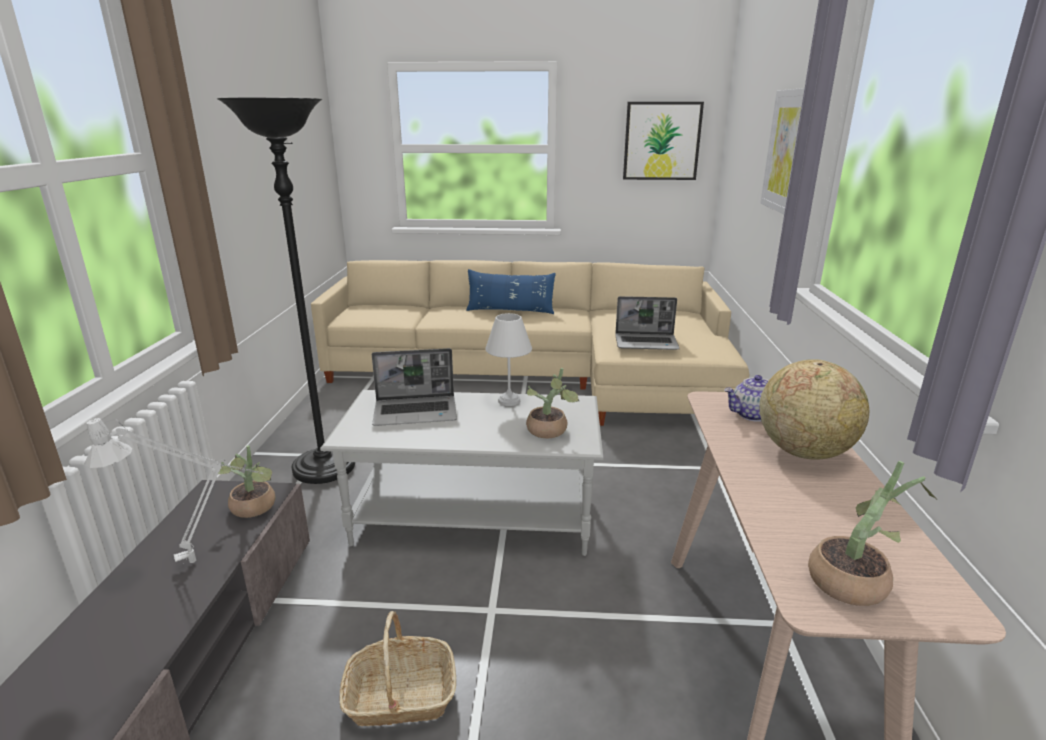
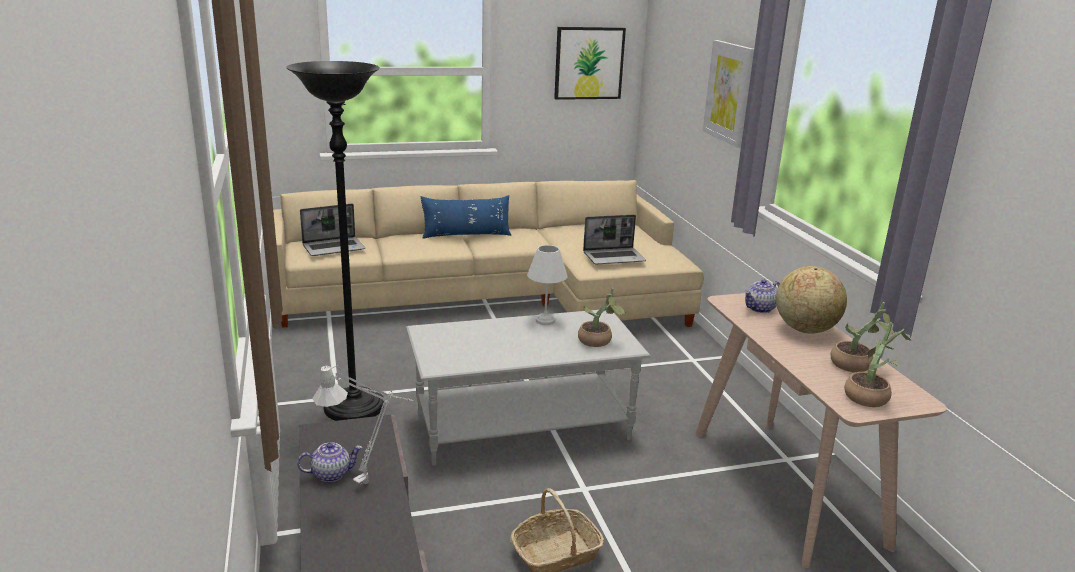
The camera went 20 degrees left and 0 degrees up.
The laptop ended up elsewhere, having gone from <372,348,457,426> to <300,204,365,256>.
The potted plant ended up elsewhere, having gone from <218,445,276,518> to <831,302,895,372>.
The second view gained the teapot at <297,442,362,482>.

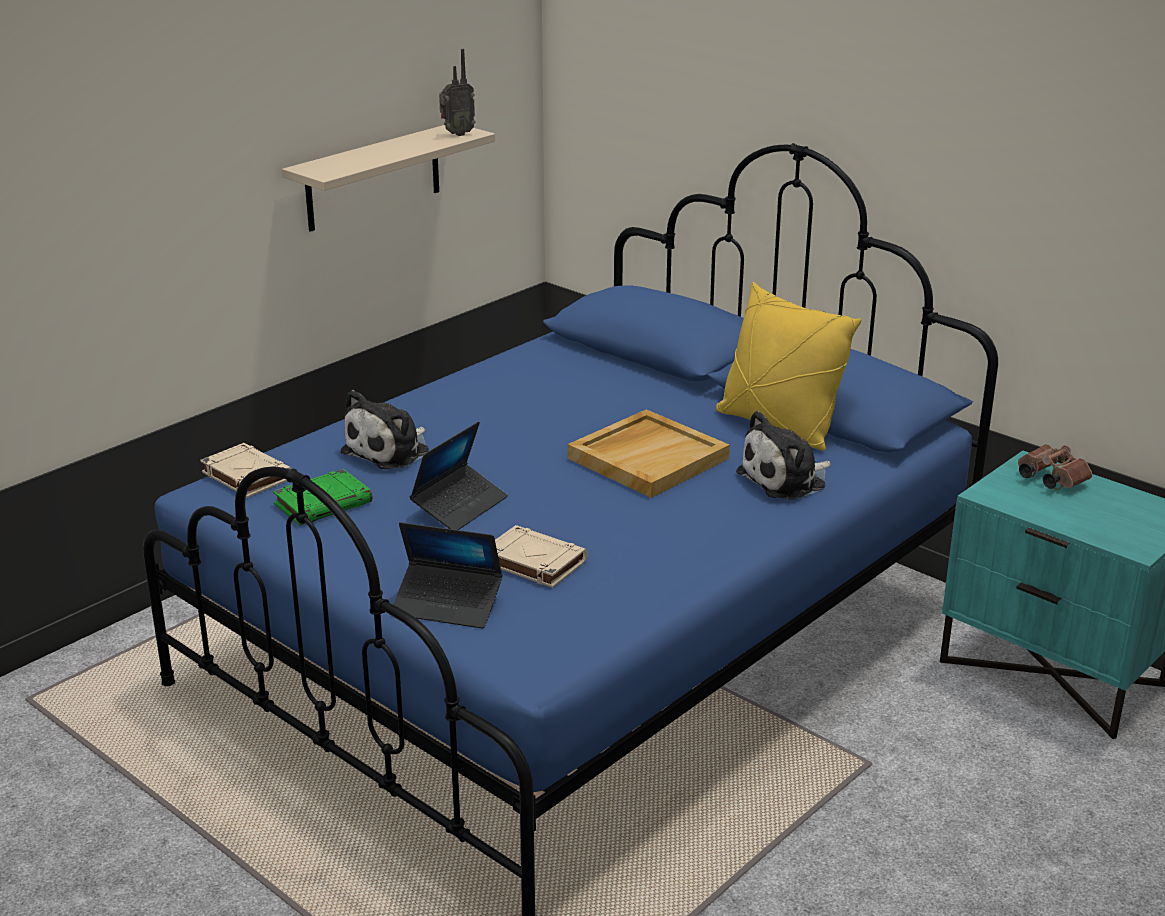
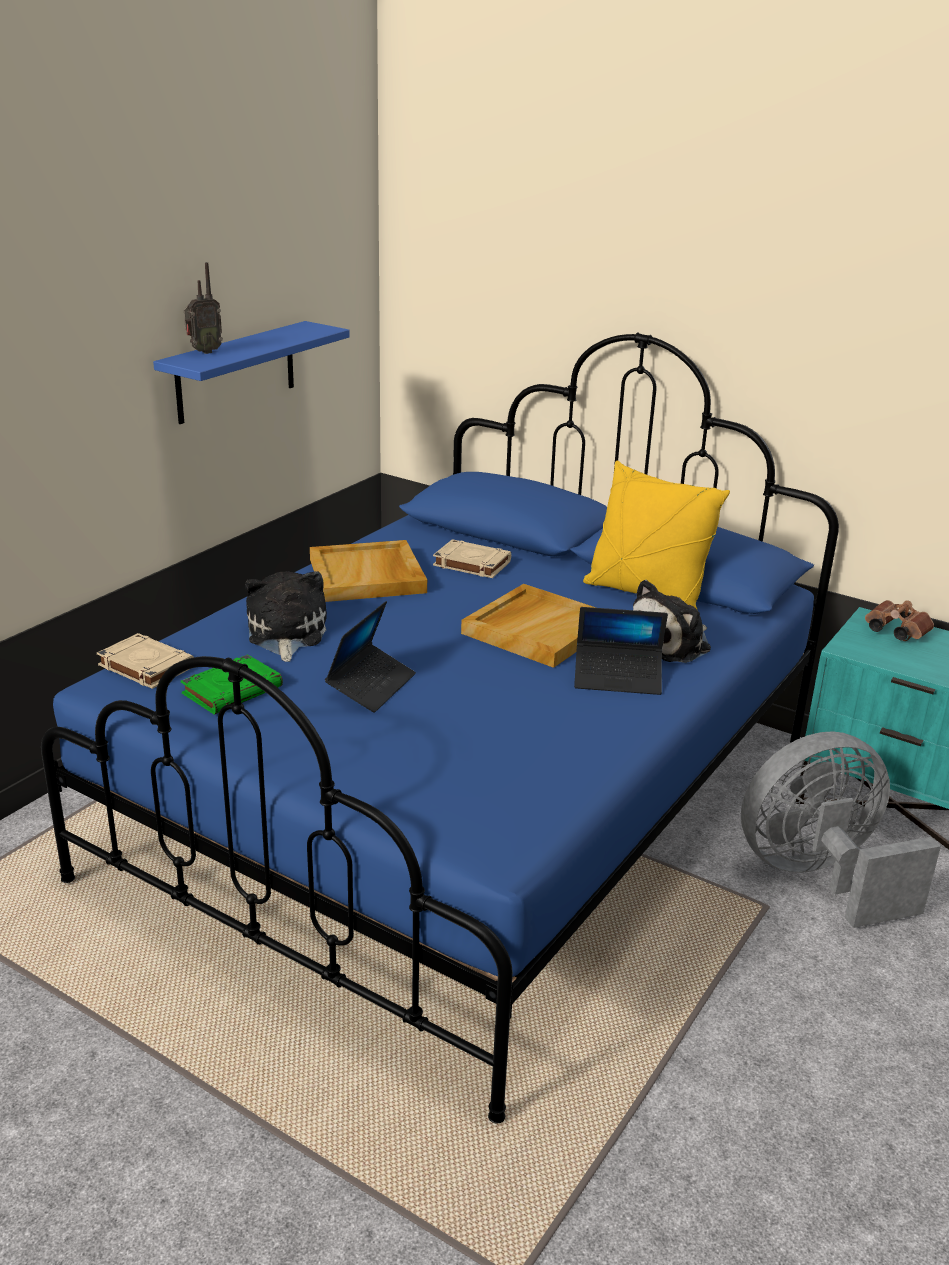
The camera went 10 degrees left and 0 degrees up.
The radio ended up elsewhere, having gone from <439,49,475,136> to <184,262,223,354>.
What was the shelf (beige) at <282,125,495,232> turned into the shelf (blue) at <153,321,350,424>.
The plush toy at <341,390,429,469> ended up facing another way, 150 degrees clockwise from before.
The laptop ended up elsewhere, having gone from <393,522,503,629> to <574,607,668,695>.
The book (beige) ended up elsewhere, having gone from <495,525,588,588> to <433,539,511,578>.
The second view gained the tray (beige) at <310,540,427,602>.
The second view gained the fan (grey) at <741,731,941,928>.

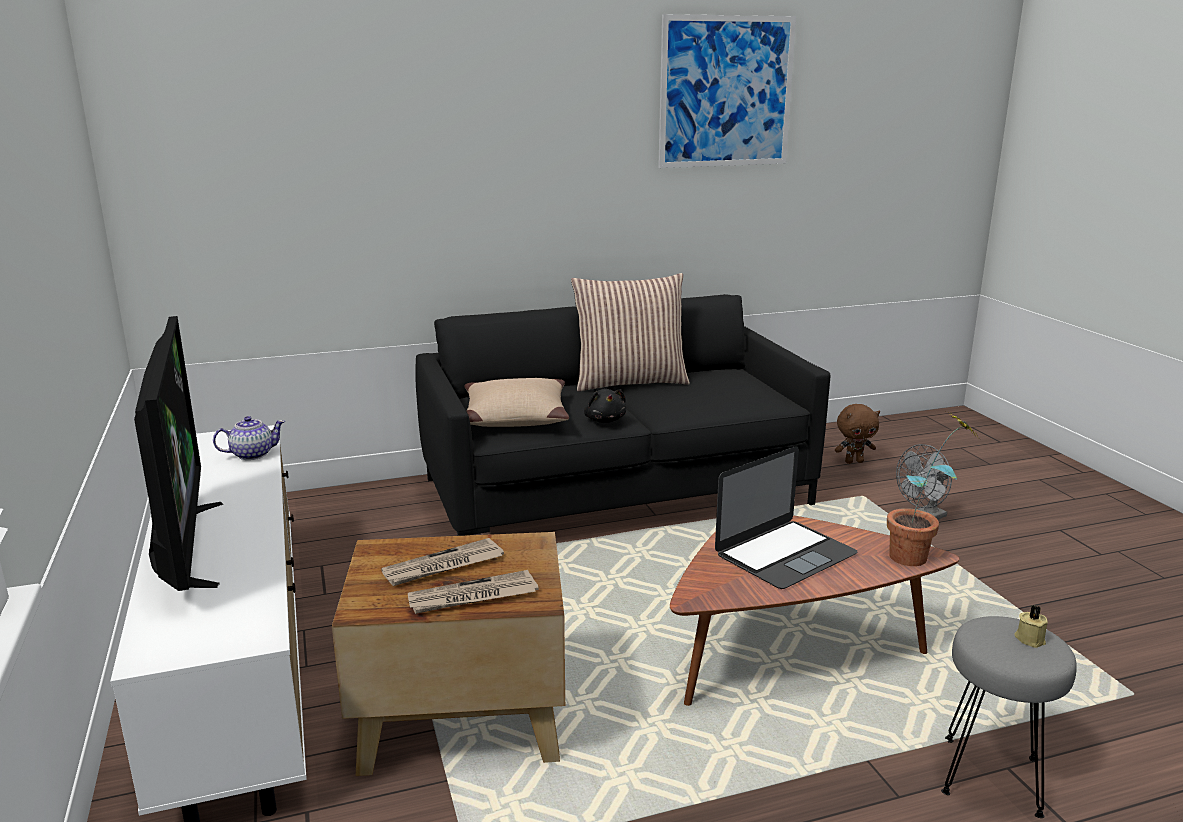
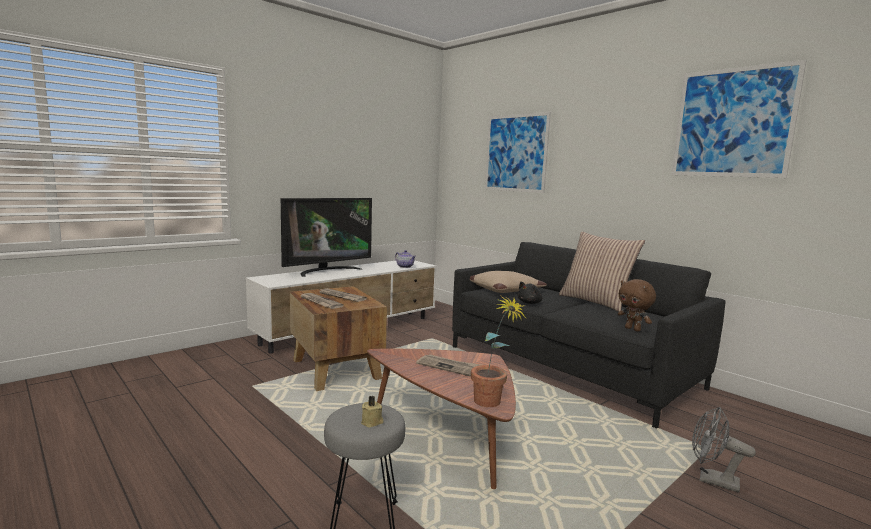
The camera went 65 degrees right and 10 degrees down.
The plush toy (brown) ended up elsewhere, having gone from <835,404,880,464> to <618,279,656,332>.
Where the laptop stood at <715,446,857,589>, the newspaper came to stand at <416,355,481,377>.
The second view gained the picture at <485,112,551,193>.

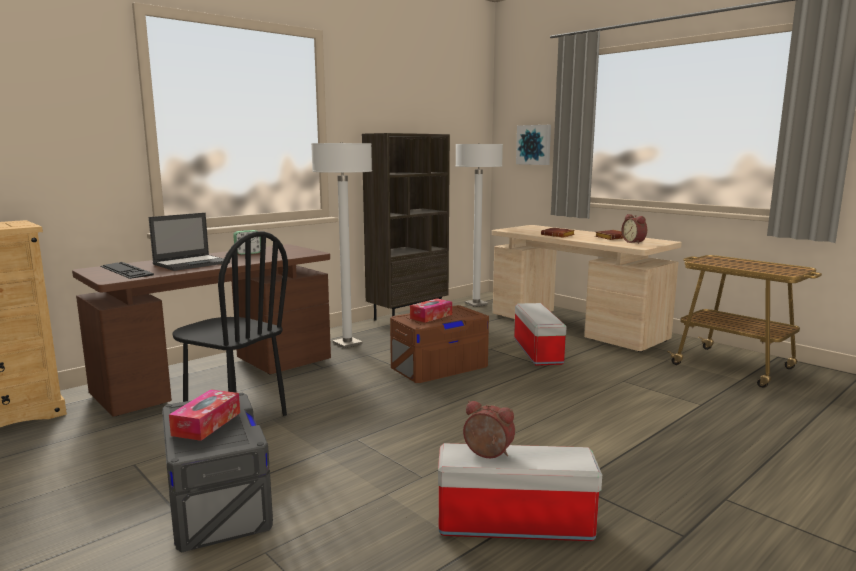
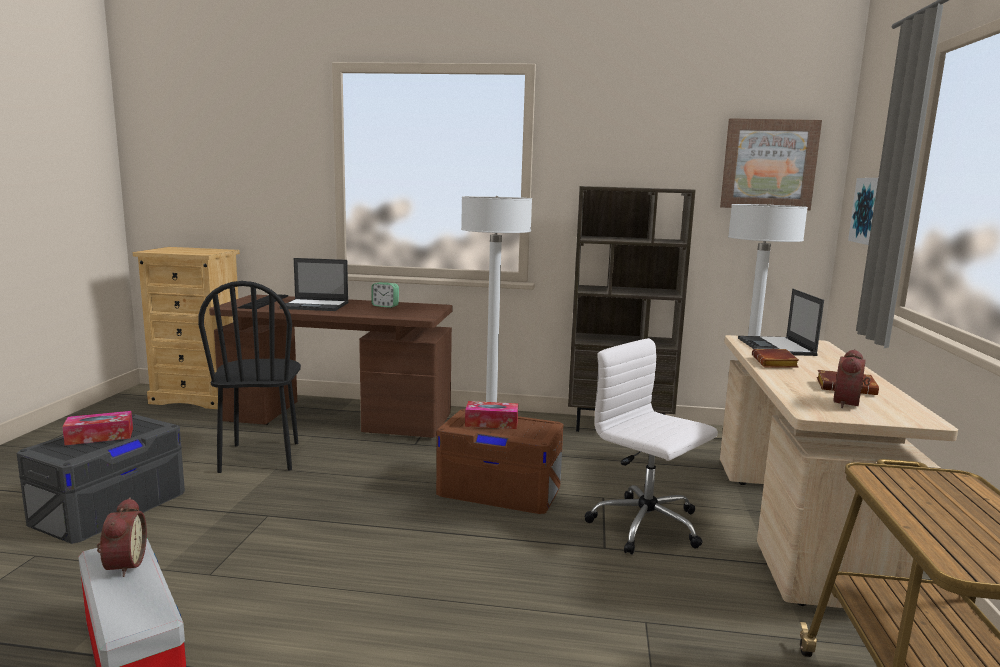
The camera went 50 degrees right and 0 degrees up.
Where the storage box stood at <514,303,567,365>, the office chair (white) came to stand at <585,338,718,555>.
The second view gained the picture at <720,118,822,210>.
The second view gained the laptop at <738,289,824,356>.

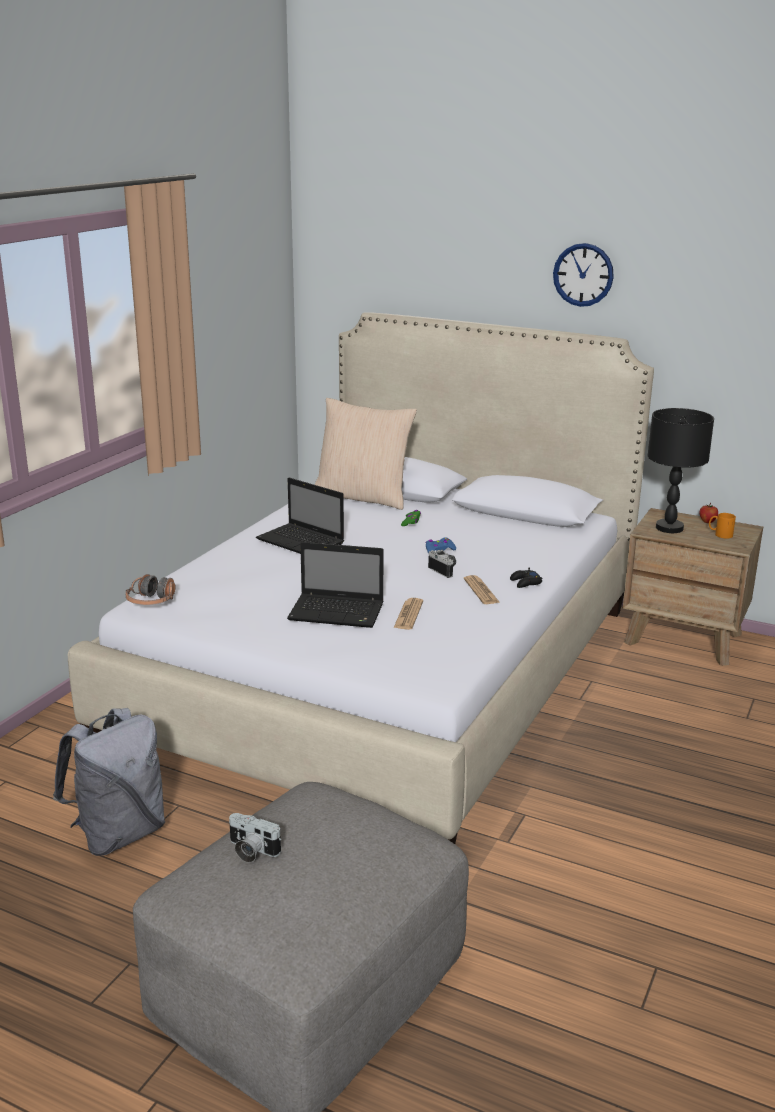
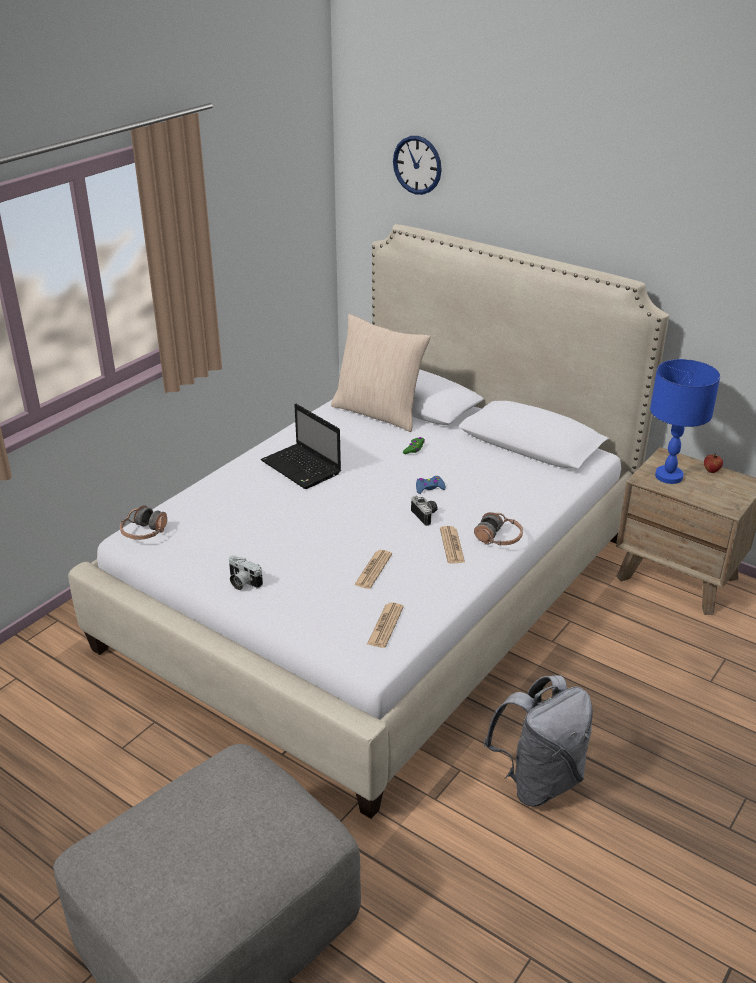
The camera went 10 degrees right and 10 degrees up.
The wall clock ended up elsewhere, having gone from <553,243,614,307> to <393,136,442,195>.
What was the table lamp (black) at <648,408,714,533> turned into the table lamp (blue) at <650,359,720,484>.
The second view lost the mug (orange) at <709,513,736,539>.
The second view lost the laptop at <287,542,384,628>.
Where the game controller (black) stood at <510,567,543,588>, the headphones came to stand at <474,512,523,545>.
The backpack (grey) ended up elsewhere, having gone from <53,708,165,856> to <483,675,593,807>.
The photo camera ended up elsewhere, having gone from <229,813,281,862> to <229,555,263,590>.
The second view gained the newspaper at <367,602,404,648>.

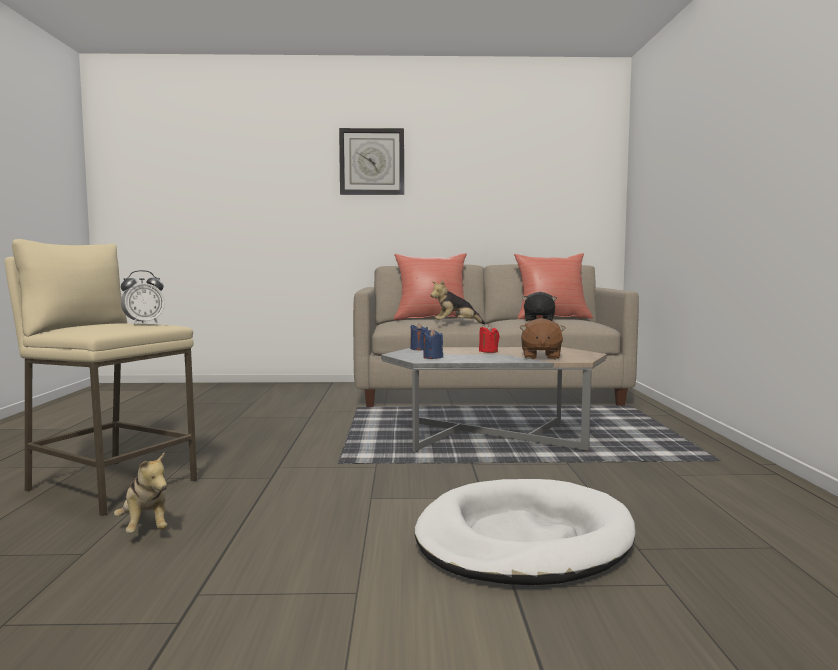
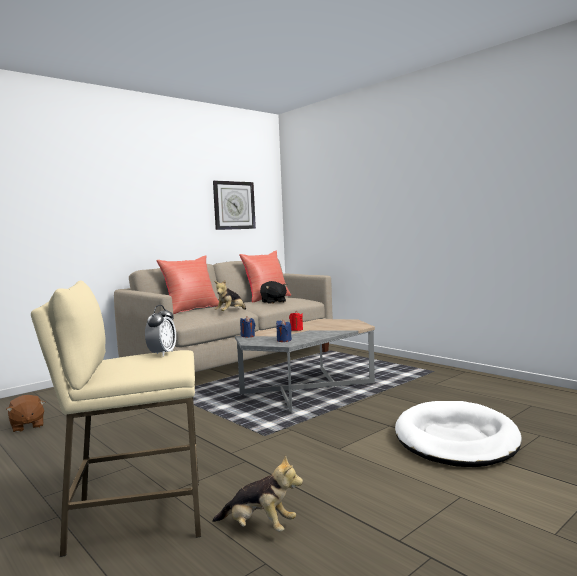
The camera went 40 degrees left and 0 degrees up.
The wall clock ended up elsewhere, having gone from <339,128,404,195> to <213,180,256,230>.
The plush toy (brown) ended up elsewhere, having gone from <520,318,566,360> to <6,395,45,432>.

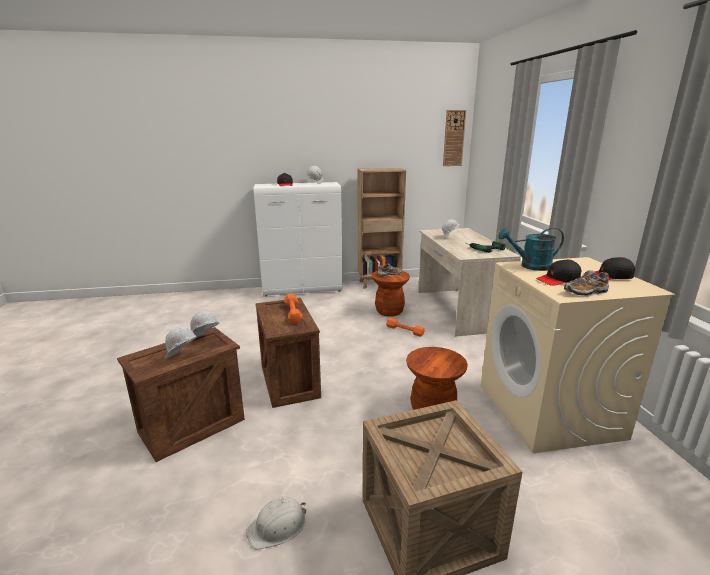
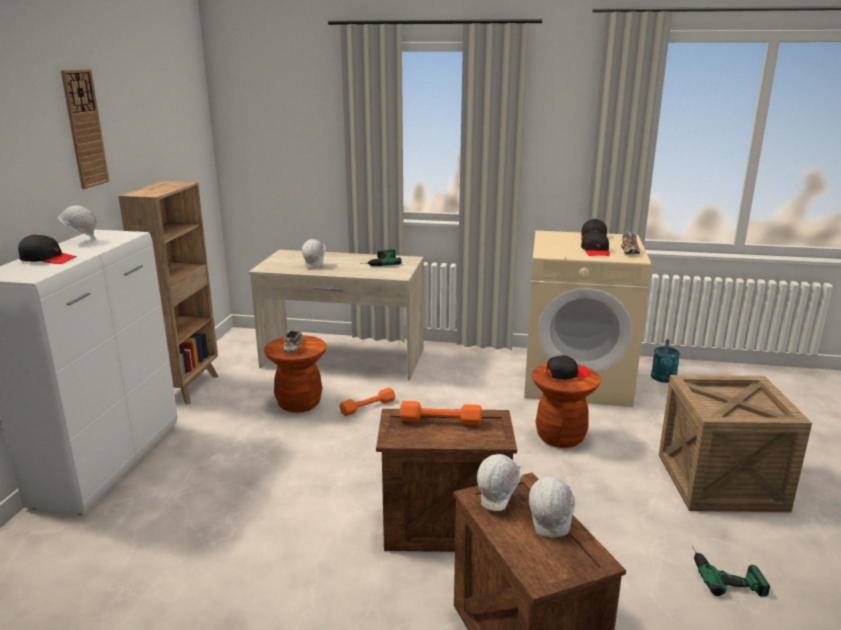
The camera went 70 degrees left and 0 degrees up.
The wall clock ended up elsewhere, having gone from <443,110,466,166> to <61,69,109,189>.
The watering can (turquoise) ended up elsewhere, having gone from <498,228,564,271> to <651,340,680,383>.
Where the hard hat (white) stood at <246,497,306,550>, the power drill came to stand at <692,546,770,597>.
The second view gained the cap (black) at <546,355,590,380>.

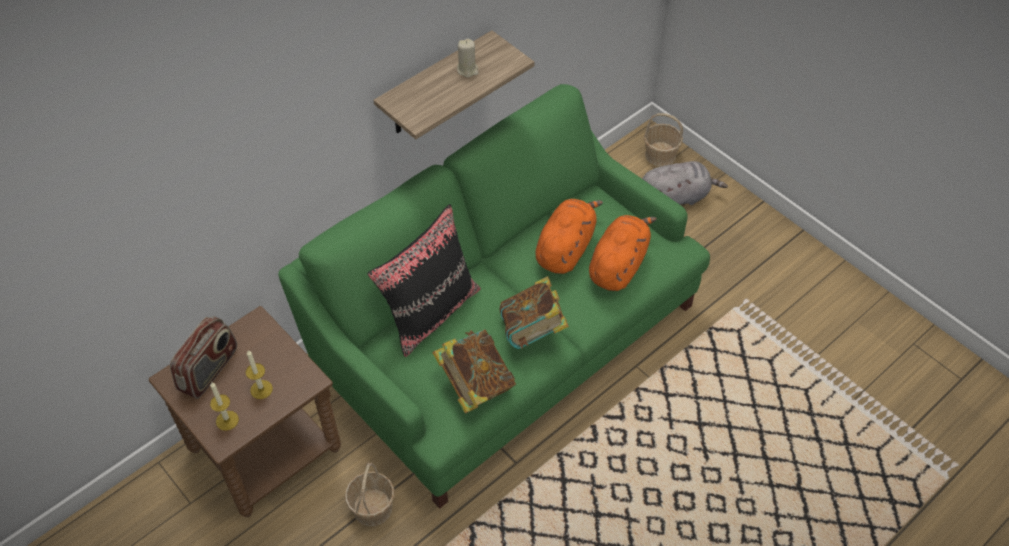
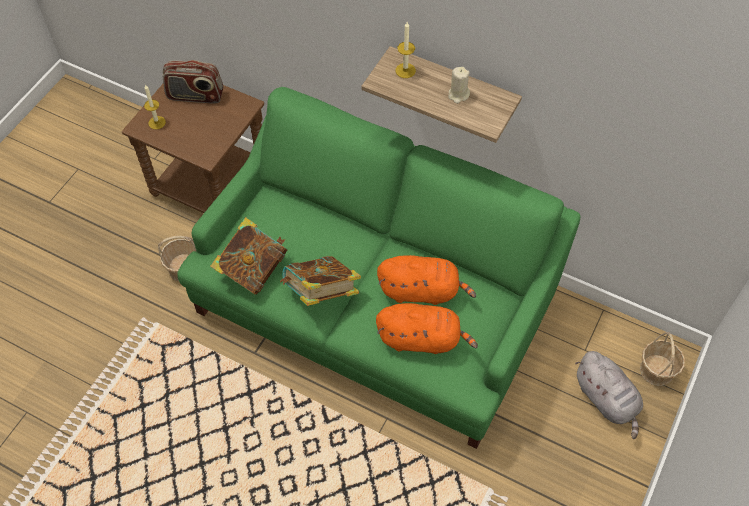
The camera went 70 degrees right and 5 degrees up.
The second view lost the pillow (black) at <367,204,481,357>.
The candle ended up elsewhere, having gone from <246,350,273,399> to <395,22,416,78>.

